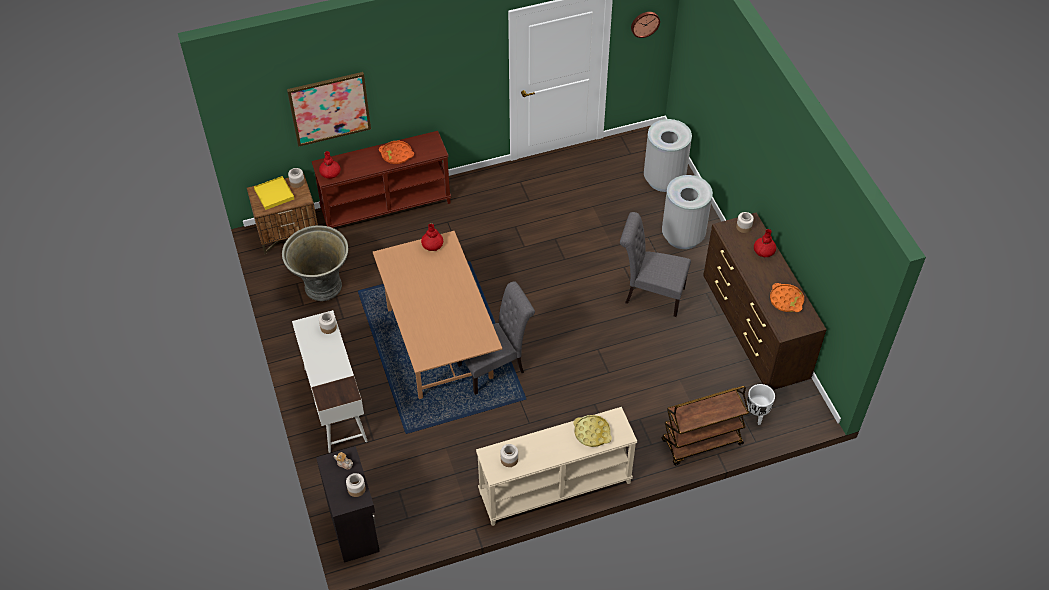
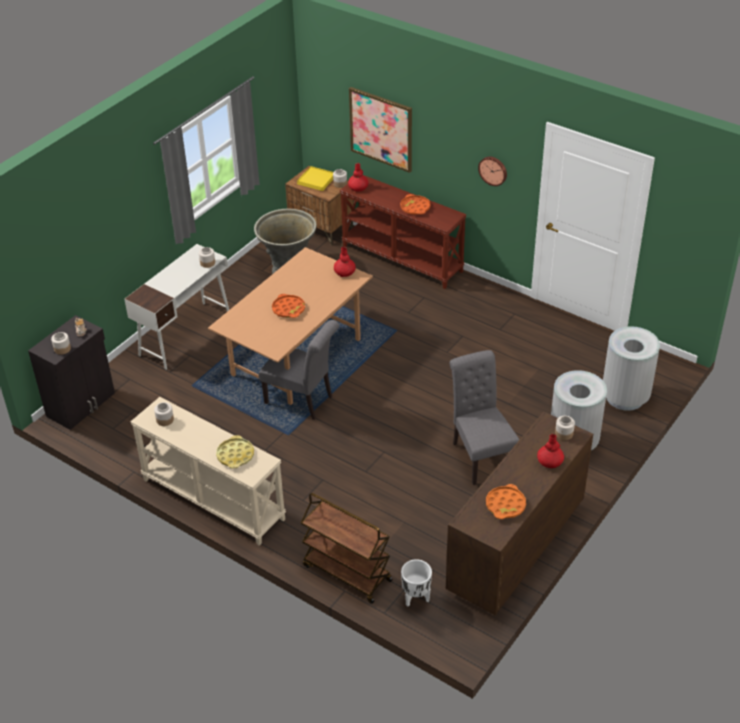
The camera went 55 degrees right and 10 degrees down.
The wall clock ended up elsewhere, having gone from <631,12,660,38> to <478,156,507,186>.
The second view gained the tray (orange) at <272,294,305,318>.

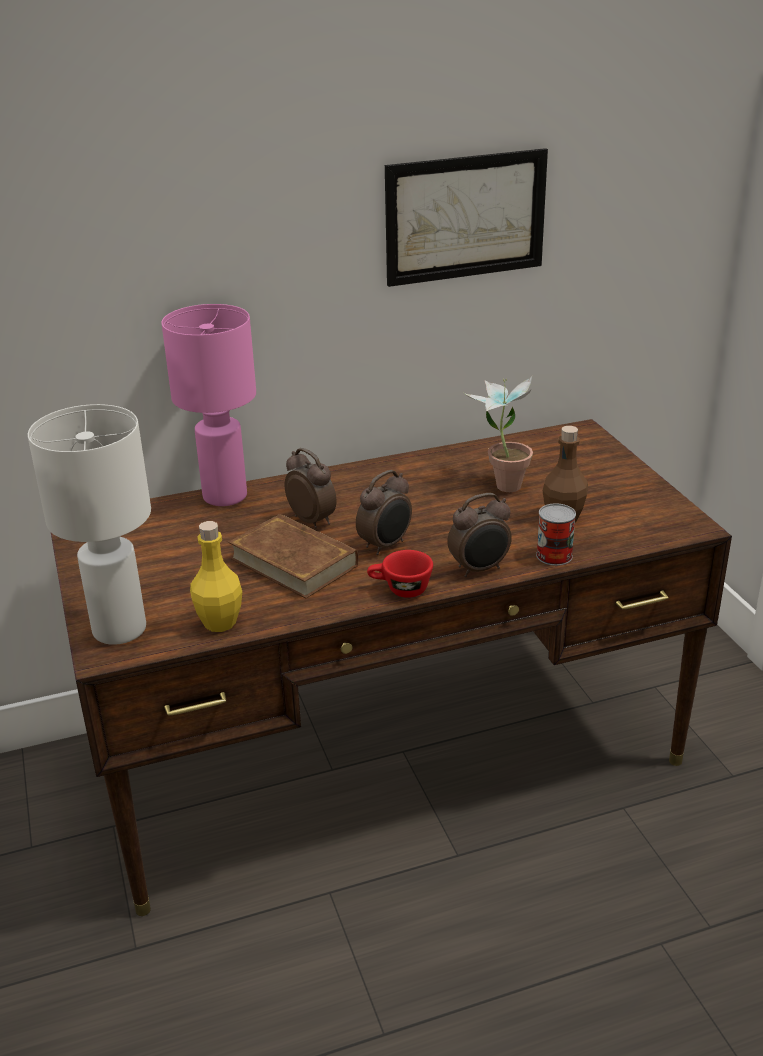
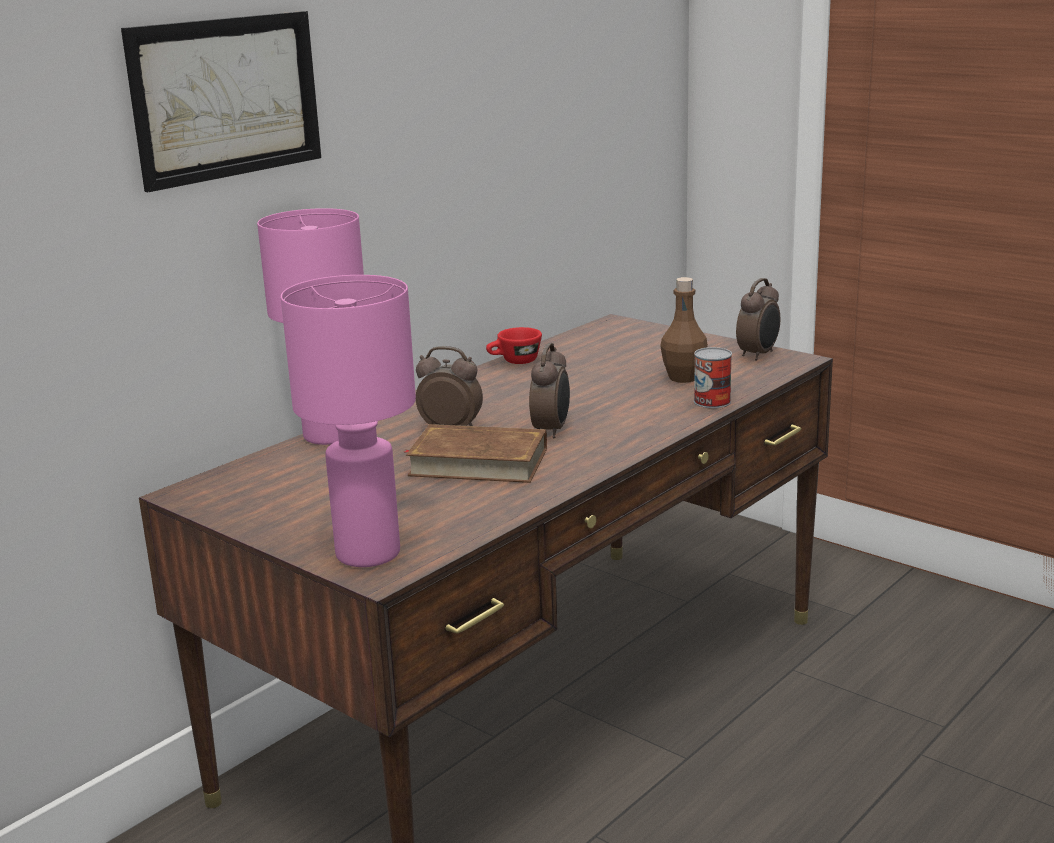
The camera went 30 degrees left and 10 degrees down.
The picture ended up elsewhere, having gone from <385,148,548,287> to <121,11,321,192>.
The second view lost the potted plant at <464,376,533,492>.
What was the table lamp (white) at <28,404,151,645> turned into the table lamp (pink) at <281,275,416,567>.
The alarm clock ended up elsewhere, having gone from <447,493,512,577> to <736,278,780,360>.
The second view lost the bottle (yellow) at <190,521,242,632>.
The cup (red) ended up elsewhere, having gone from <367,550,433,598> to <486,327,542,364>.

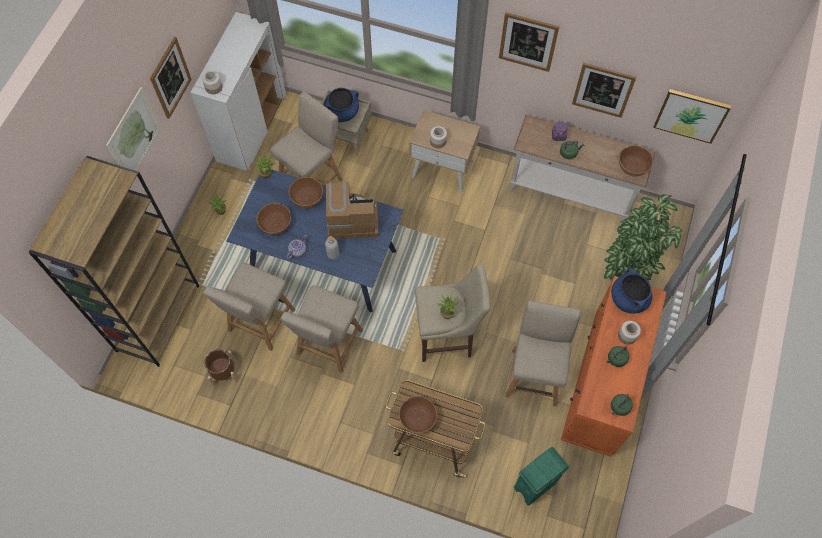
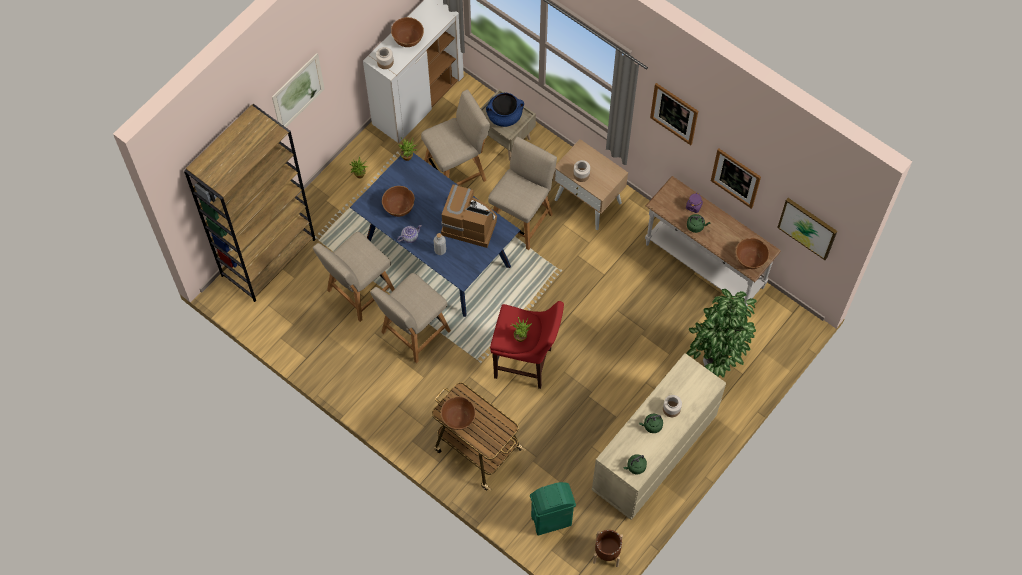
The camera went 20 degrees right and 0 degrees up.
The second view lost the picture at <150,37,192,119>.
The bowl (brown) ended up elsewhere, having gone from <288,177,323,209> to <391,17,424,47>.
What was the stool (beige) at <415,264,490,362> turned into the stool (red) at <490,301,564,389>.
The second view lost the cooking pot (blue) at <611,268,652,314>.
What was the dresser (orange) at <561,276,666,457> turned into the dresser (beige) at <592,353,726,520>.
The chair (beige) ended up elsewhere, having gone from <505,301,581,406> to <488,137,557,250>.
The planter (brown) ended up elsewhere, having gone from <204,349,238,387> to <593,530,623,567>.

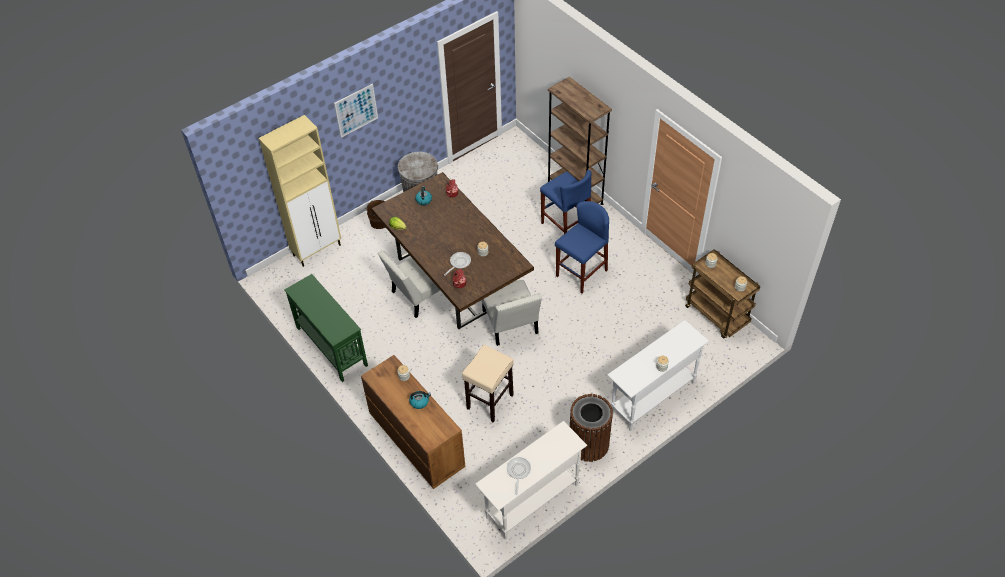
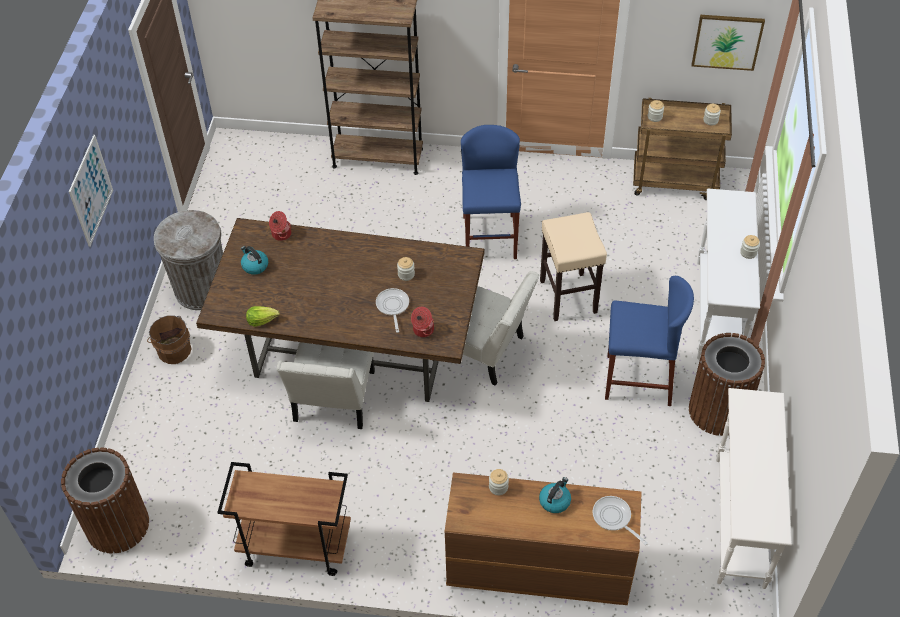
The camera went 45 degrees left and 0 degrees up.
The second view lost the cabinet (beige) at <259,115,341,267>.
The stool (blue) ended up elsewhere, having gone from <540,170,591,234> to <605,276,694,406>.
Where the console table (green) stood at <284,274,368,382>, the cart (brown) came to stand at <217,462,351,576>.
The stool (beige) ended up elsewhere, having gone from <462,345,514,422> to <540,212,607,321>.
The frying pan ended up elsewhere, having gone from <507,457,531,495> to <593,496,648,545>.
The second view gained the picture at <692,15,765,71>.
The second view gained the trash can (brown) at <61,447,149,554>.

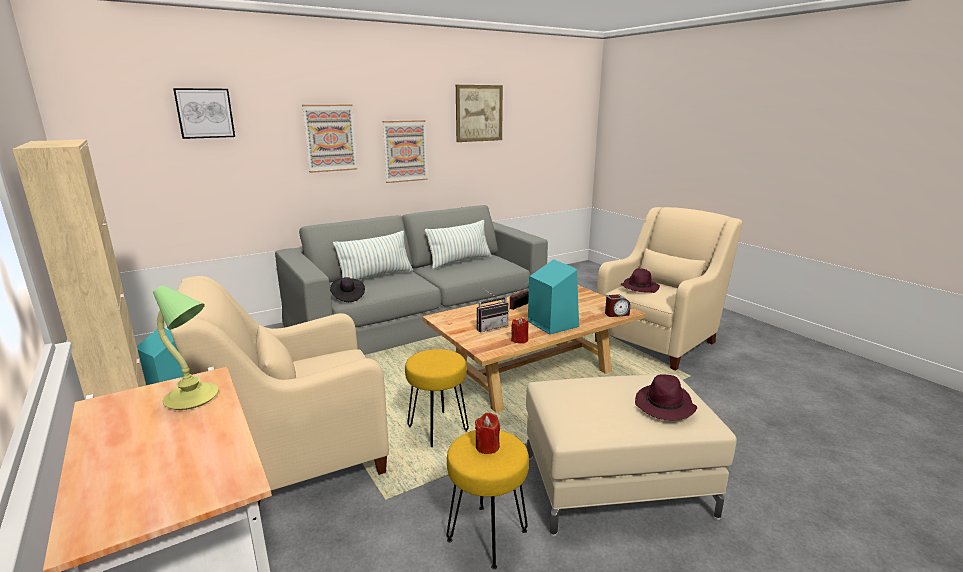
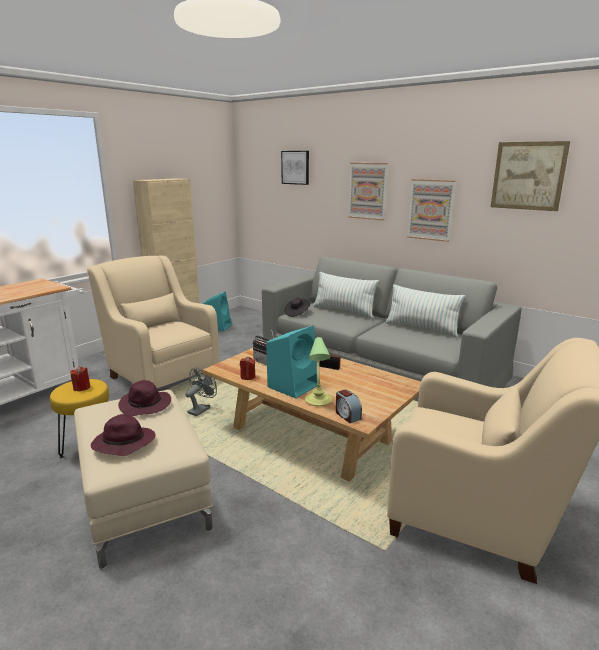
The camera went 70 degrees right and 0 degrees up.
The hat (purple) ended up elsewhere, having gone from <621,268,660,293> to <118,380,171,416>.
The table lamp ended up elsewhere, having gone from <153,285,219,410> to <305,337,332,406>.
Where the stool (yellow) stood at <405,349,469,447>, the fan (grey) came to stand at <185,368,217,416>.

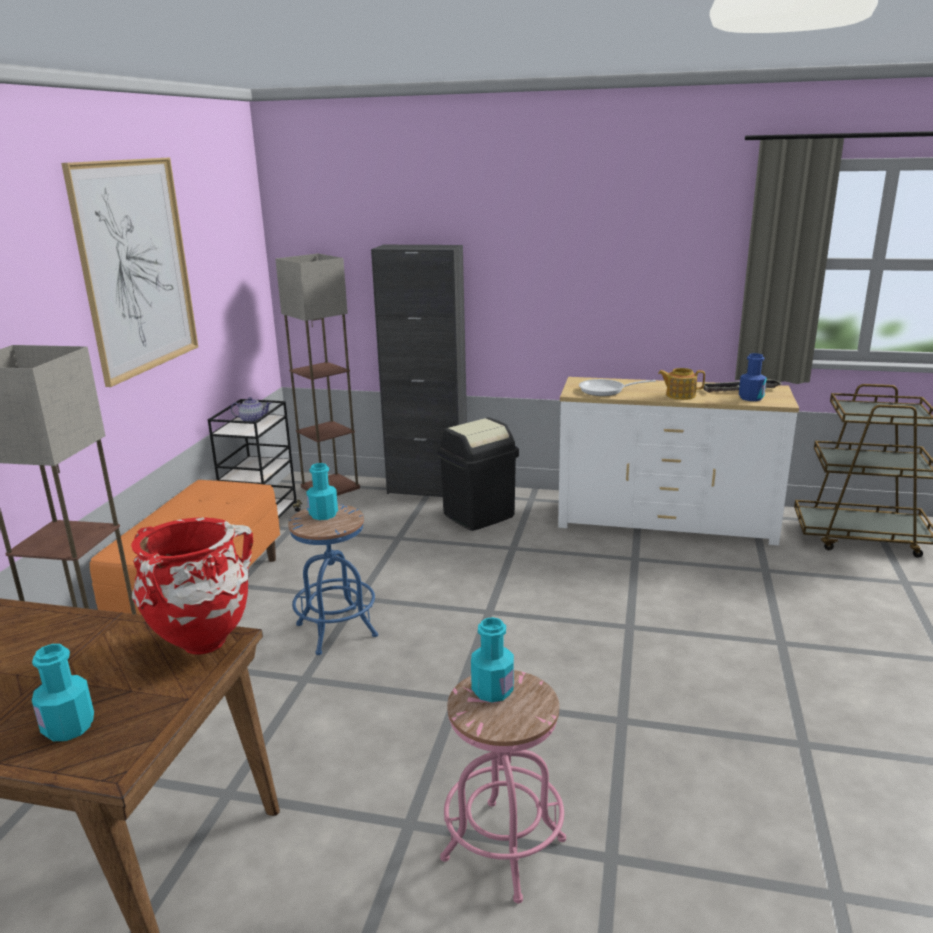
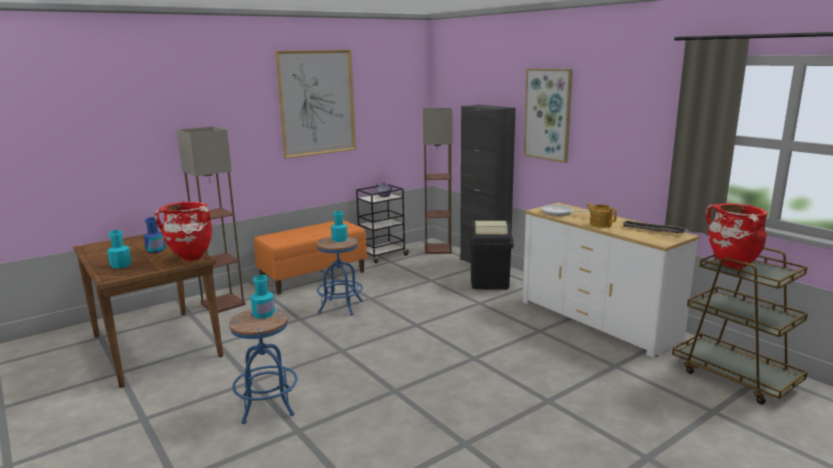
The camera went 40 degrees right and 5 degrees down.
The bottle (blue) ended up elsewhere, having gone from <739,353,767,401> to <144,217,166,253>.
What was the stool (pink) at <440,670,566,903> turned into the stool (blue) at <229,308,297,424>.
The second view gained the picture at <523,68,573,163>.
The second view gained the vase (red) at <706,203,768,270>.

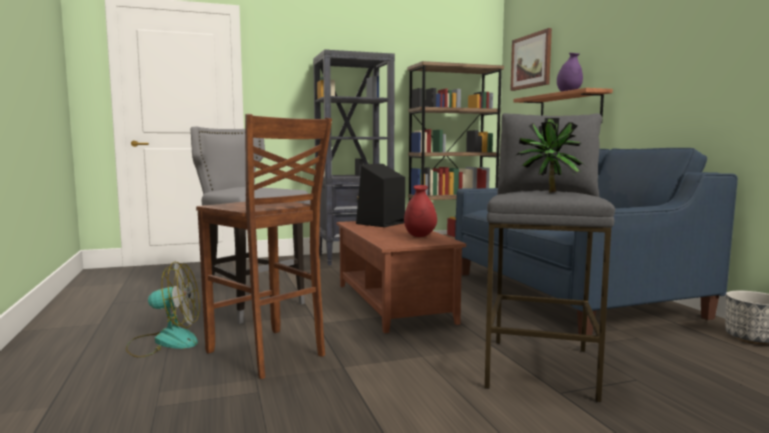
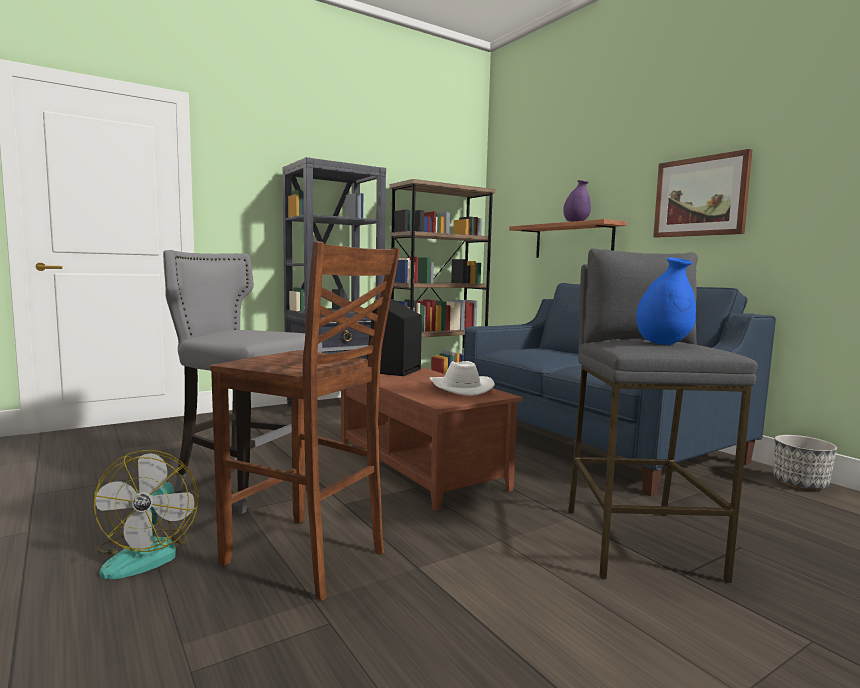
The camera went 15 degrees left and 0 degrees up.
The picture ended up elsewhere, having gone from <510,28,552,91> to <653,149,752,238>.
Where the potted plant stood at <517,118,584,193>, the vase (blue) came to stand at <636,258,696,345>.
Where the vase (red) stood at <404,185,437,237>, the hat (white) came to stand at <429,361,495,396>.
The fan at <126,262,200,357> ended up facing another way, 105 degrees clockwise from before.

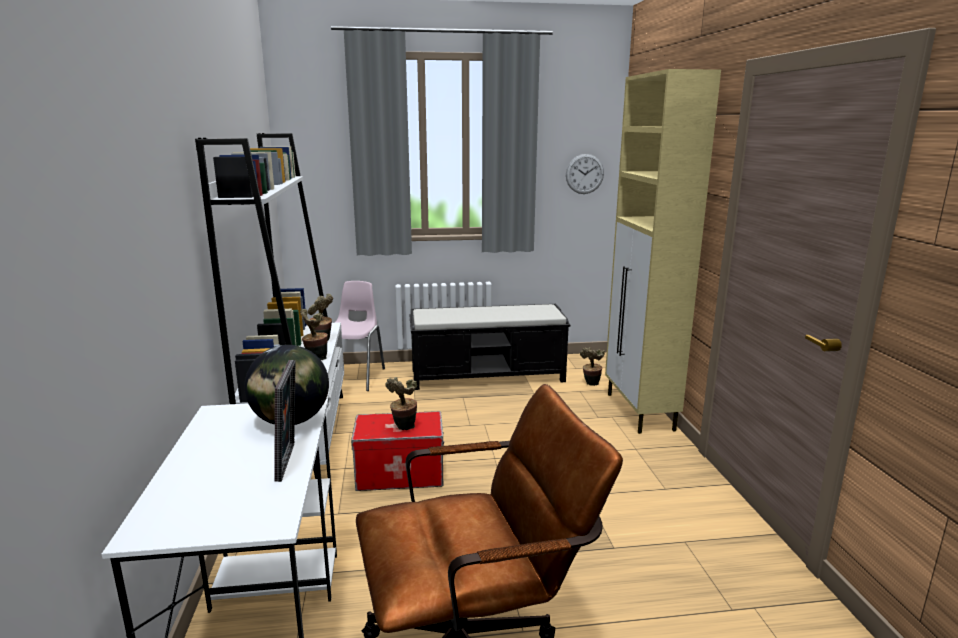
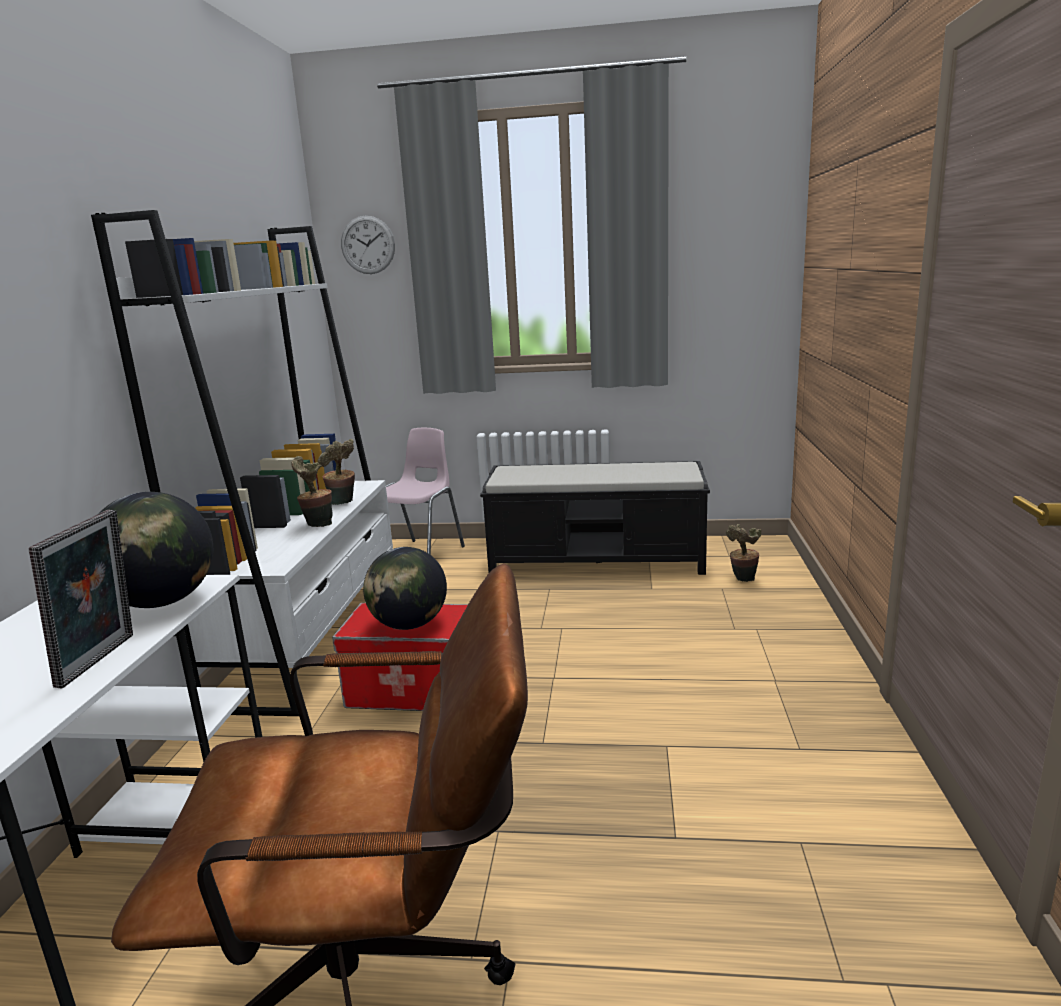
The camera went 15 degrees right and 0 degrees up.
The second view lost the cabinet (beige) at <605,69,721,434>.
The wall clock ended up elsewhere, having gone from <566,154,604,194> to <341,216,395,274>.
Where the potted plant stood at <385,377,417,430>, the globe came to stand at <363,547,447,630>.

